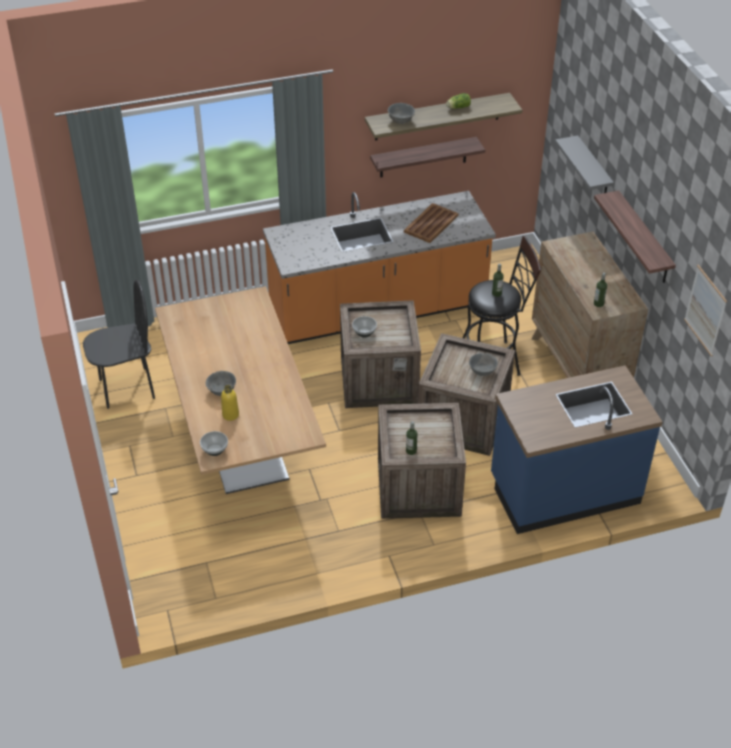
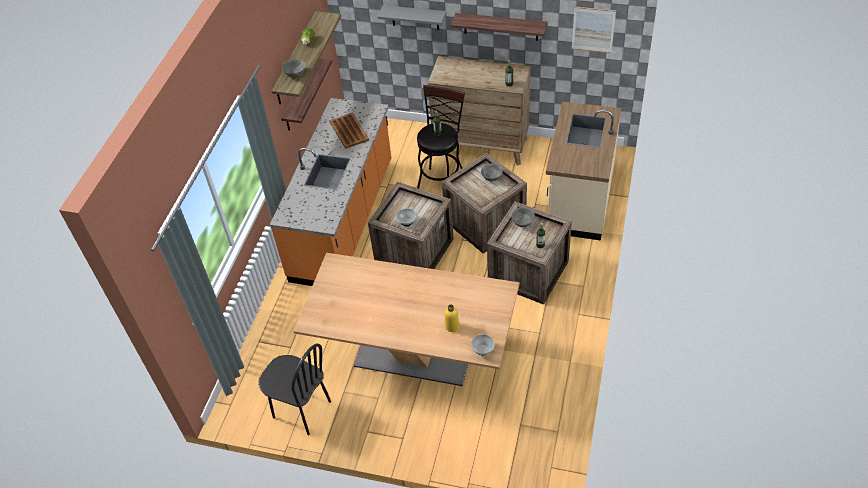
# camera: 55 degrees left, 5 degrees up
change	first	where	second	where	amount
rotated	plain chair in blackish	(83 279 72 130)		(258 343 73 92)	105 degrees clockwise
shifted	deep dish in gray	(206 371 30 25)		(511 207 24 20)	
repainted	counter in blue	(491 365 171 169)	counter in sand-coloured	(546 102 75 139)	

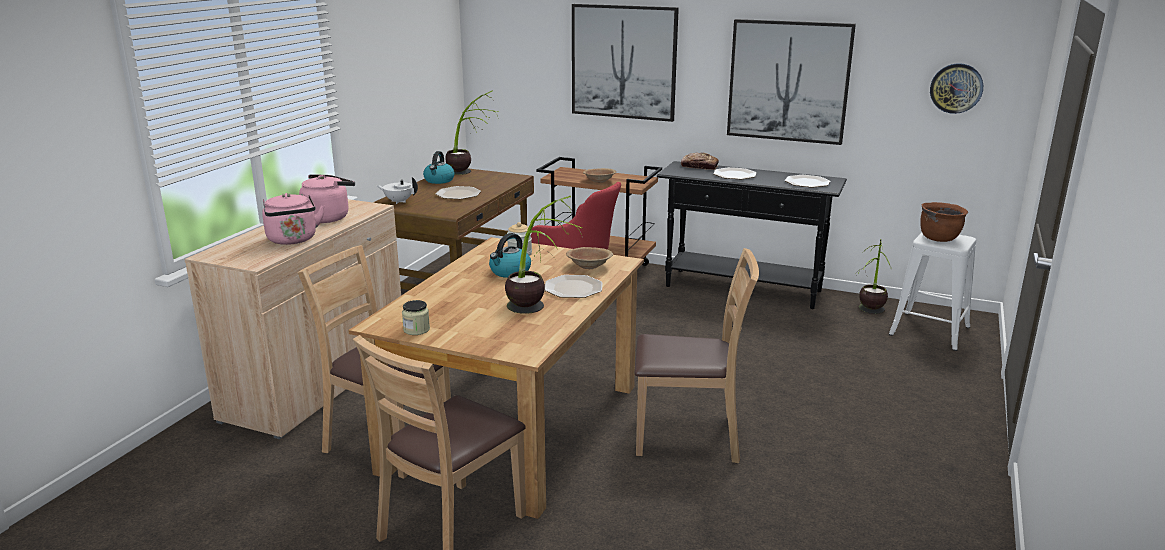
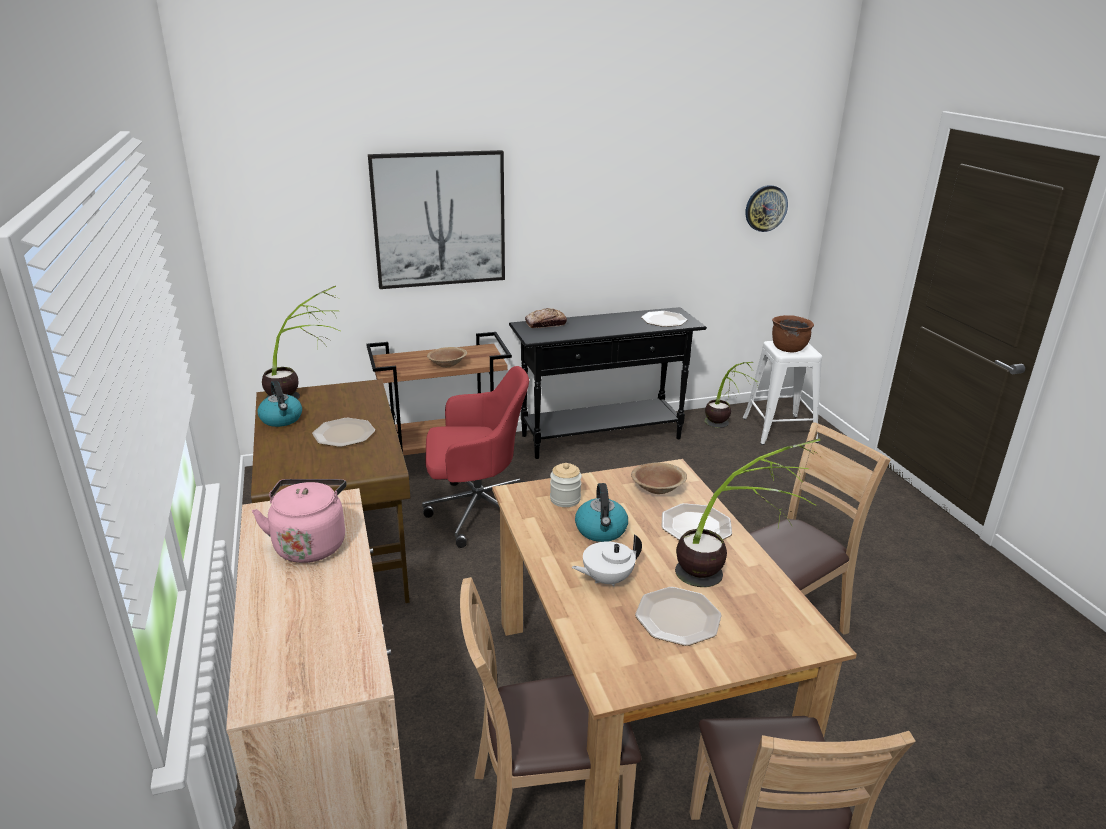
# camera: 40 degrees left, 5 degrees up
change	first	where	second	where	amount
shifted	pot for tea in white-coloured	(377 177 41 27)		(572 534 70 53)	
shifted	dinner plate	(713 167 43 12)		(635 587 87 59)	
gone	water kettle in pink	(262 193 63 52)			
gone	storage jar	(402 300 28 35)			
gone	wall art	(727 19 129 126)			

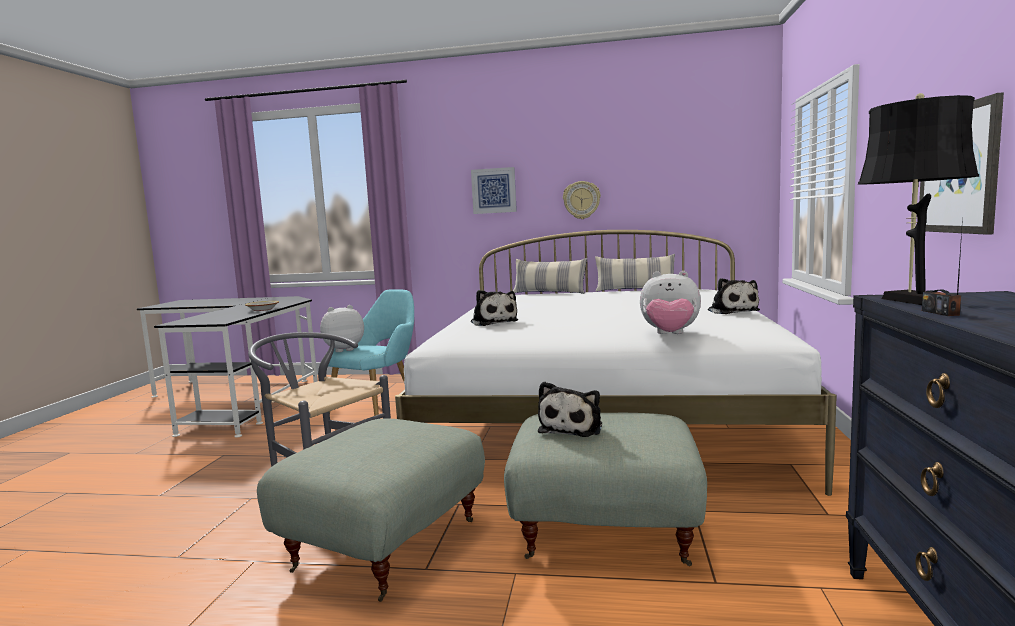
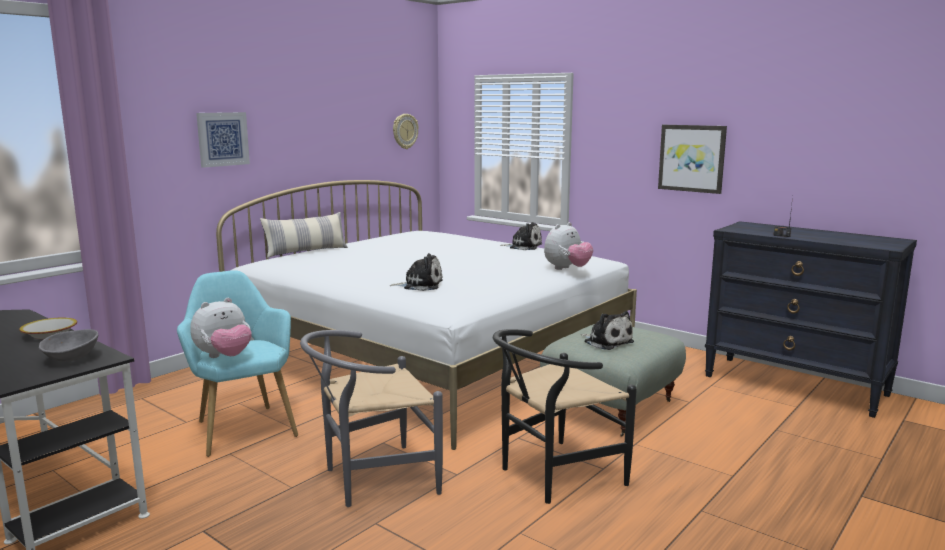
# camera: 60 degrees left, 5 degrees up
change	first	where	second	where	amount
new			deep dish in gray	(39 329 59 33)	
rotated	soft toy	(320 305 44 47)		(190 298 62 60)	135 degrees counterclockwise
shifted	hanging clock	(563 181 38 38)		(393 114 26 35)	
swapped	pouffe in gray	(257 418 228 184)	plain chair in blackish	(493 329 144 175)	
gone	throw pillow	(595 254 80 38)			
gone	table lamp in blackish	(858 93 121 212)			

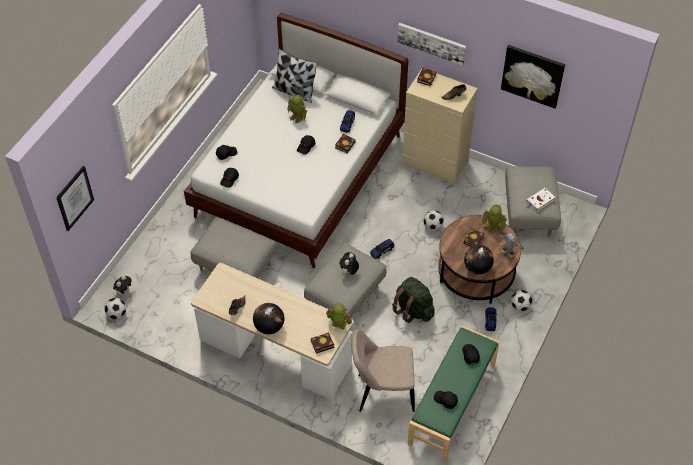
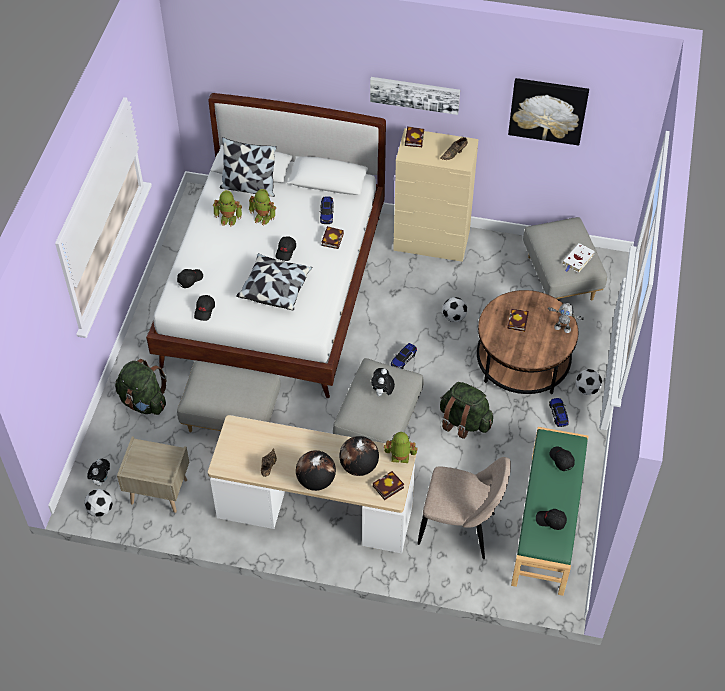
# camera: 15 degrees left, 0 degrees up
change	first	where	second	where	amount
new			rucksack in green-coloured	(115 359 52 56)	
new			nightstand in sand-coloured	(117 437 72 76)	
shifted	robot figure	(482 205 25 29)		(213 190 29 36)	
new			throw pillow	(236 253 76 57)	
shifted	world globe	(464 245 30 29)		(339 436 40 40)	
rotated	plain chair in sand-coloured	(352 329 63 83)		(417 457 94 102)	150 degrees counterclockwise
gone	wall art	(56 166 38 65)			

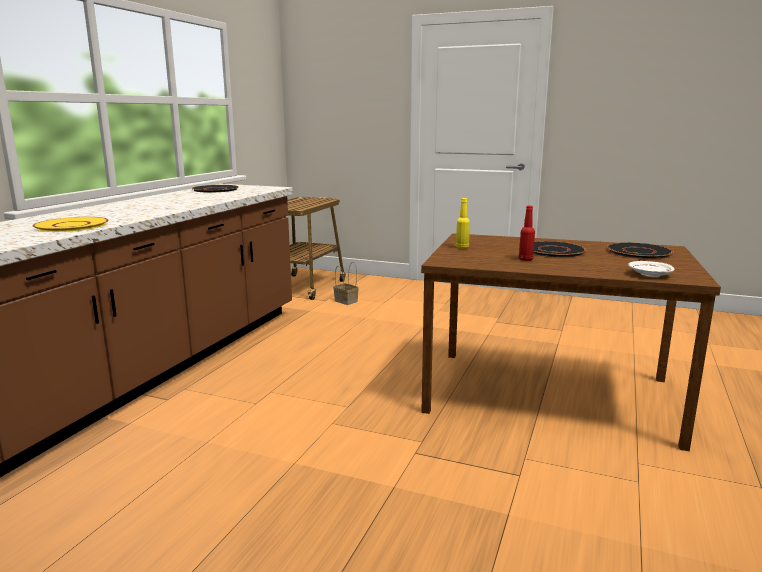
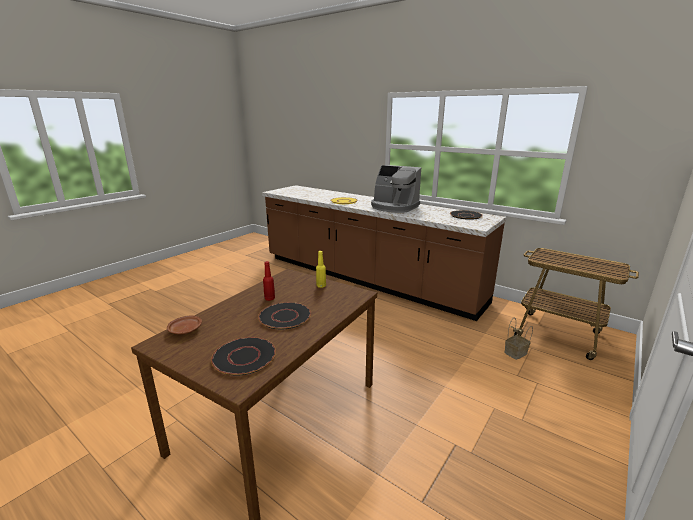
# camera: 105 degrees right, 5 degrees up
change	first	where	second	where	amount
repainted	dinner plate in white-coloured	(628 261 46 16)	dinner plate in brown	(167 315 35 20)	
new			coffee machine	(371 165 50 48)	

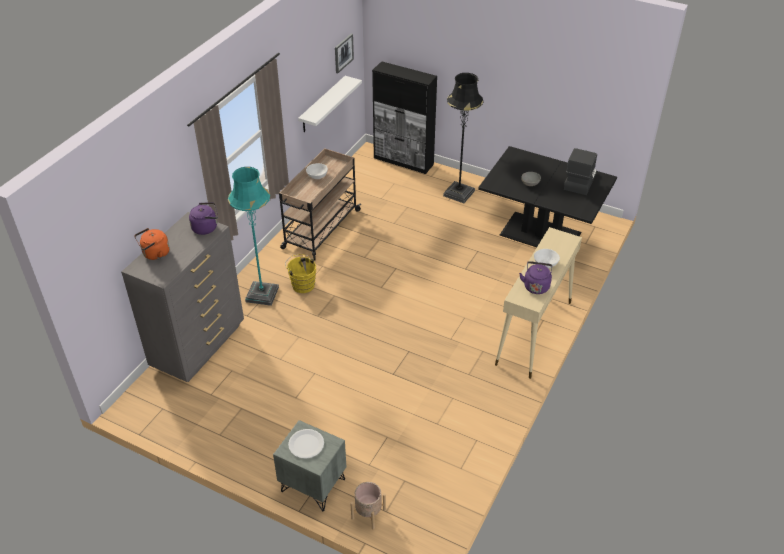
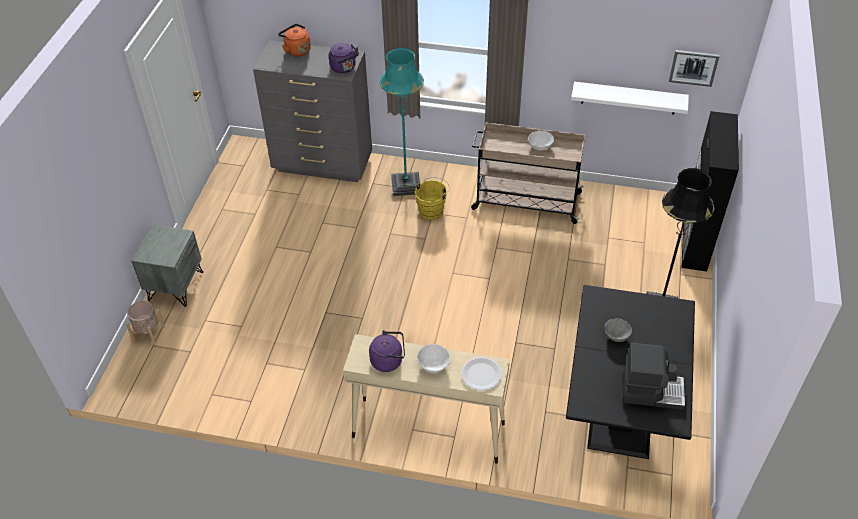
# camera: 75 degrees right, 5 degrees up
change	first	where	second	where	amount
shifted	dinner plate in white-coloured	(288 429 36 30)		(461 357 41 34)	

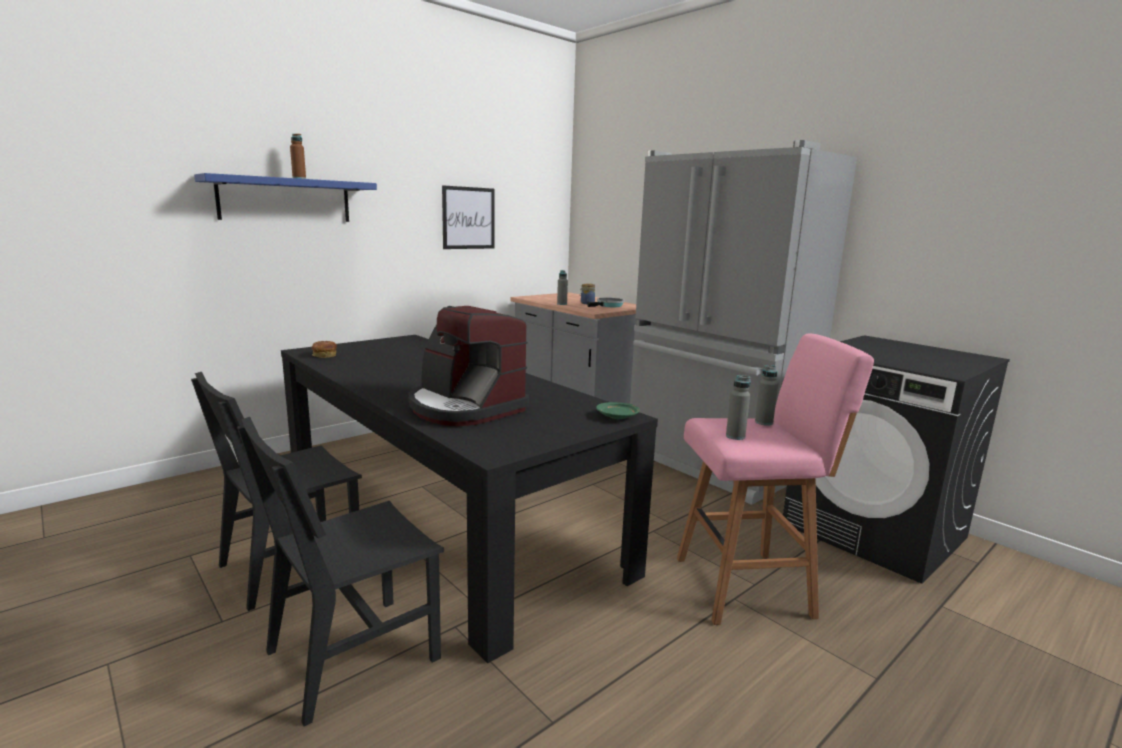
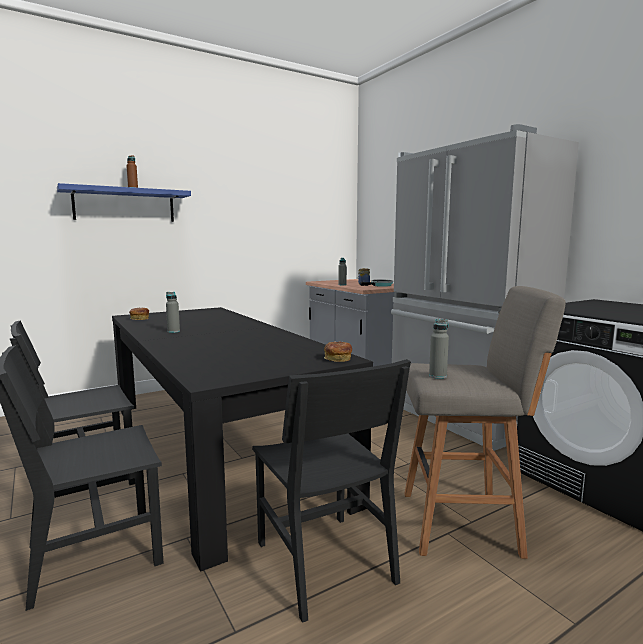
# camera: 10 degrees right, 5 degrees down
change	first	where	second	where	amount
shifted	drink bottle in gray	(755 365 23 61)		(166 292 14 41)	
new			plain chair in blackish	(252 359 159 264)	
swapped	dinner plate in green-coloured	(596 402 44 17)	bread	(324 341 28 21)	
repainted	stool in pink	(677 334 197 291)	stool in gray	(404 286 162 273)	
gone	coffee machine	(408 306 121 120)			
gone	wall art	(442 185 53 64)			

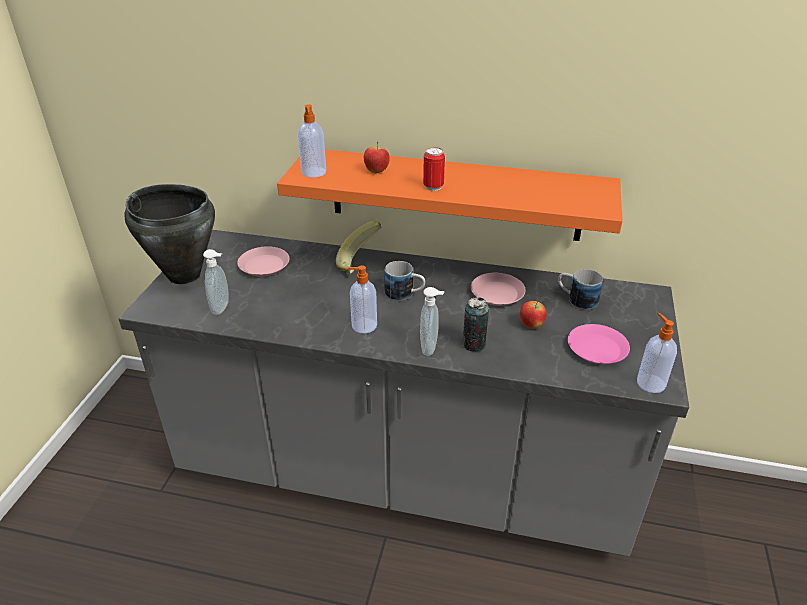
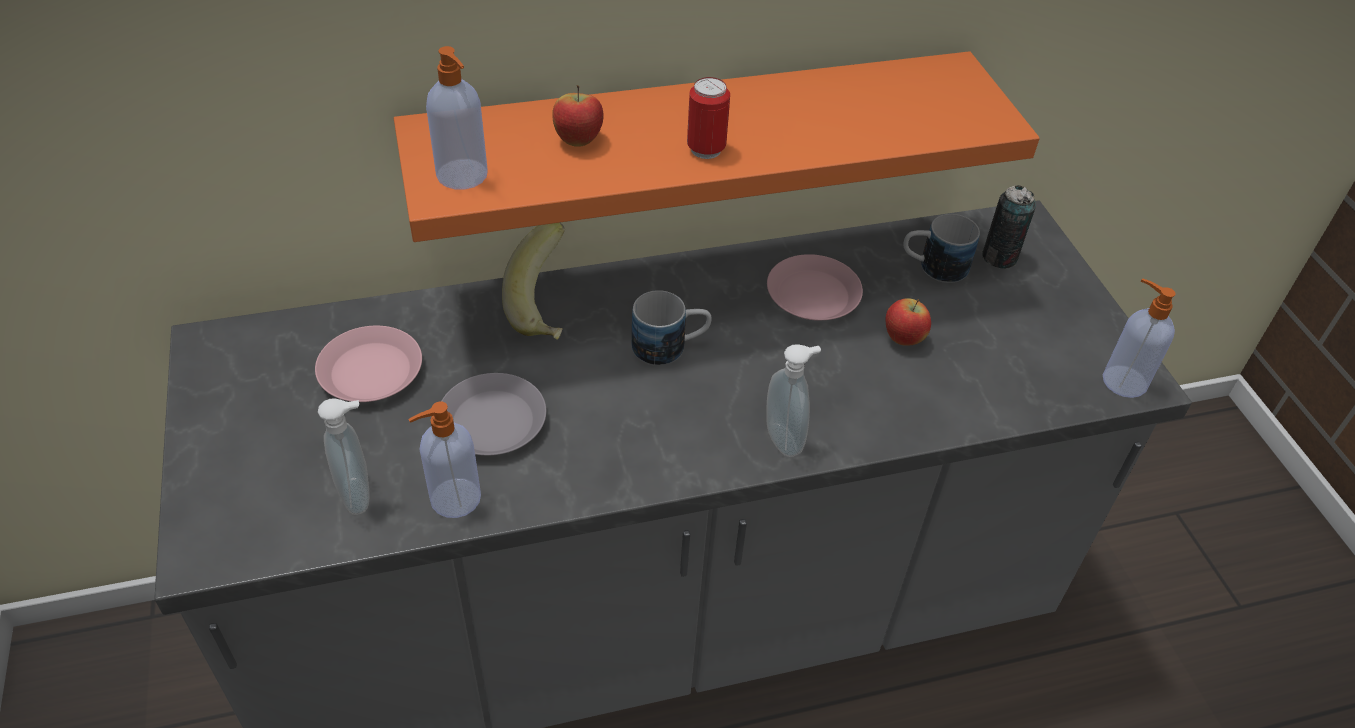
# camera: 30 degrees left, 10 degrees up
change	first	where	second	where	amount
shifted	liquid soap bottle	(346 265 31 68)		(408 401 73 117)	
new			dinner plate in gray	(441 373 105 83)	
shifted	can	(462 297 27 55)		(982 185 54 84)	
gone	stockpot in blackish	(124 184 91 100)			
gone	dinner plate in pink	(568 324 62 40)			

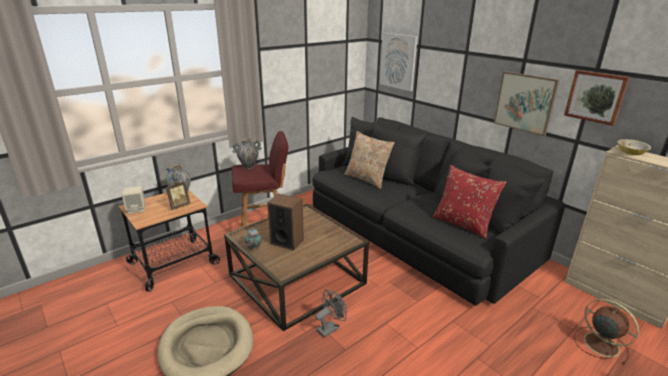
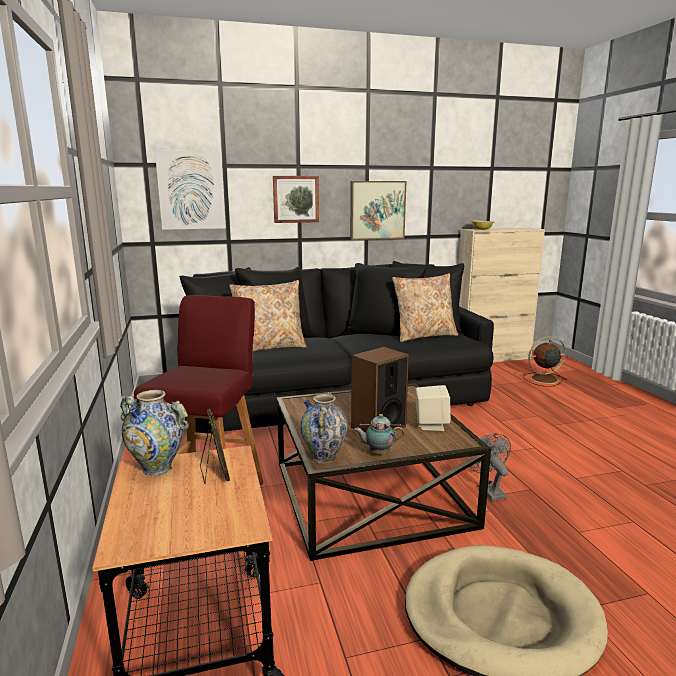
# camera: 65 degrees left, 10 degrees down
change	first	where	second	where	amount
shifted	wall art	(564 70 66 56)		(273 176 46 47)	
shifted	decorative vase	(232 138 30 31)		(300 392 48 72)	
repainted	throw pillow in reddish	(433 165 73 74)	throw pillow in sand-coloured	(392 273 66 69)	
shifted	loudspeaker in sand-coloured	(122 186 23 28)		(415 385 36 46)	

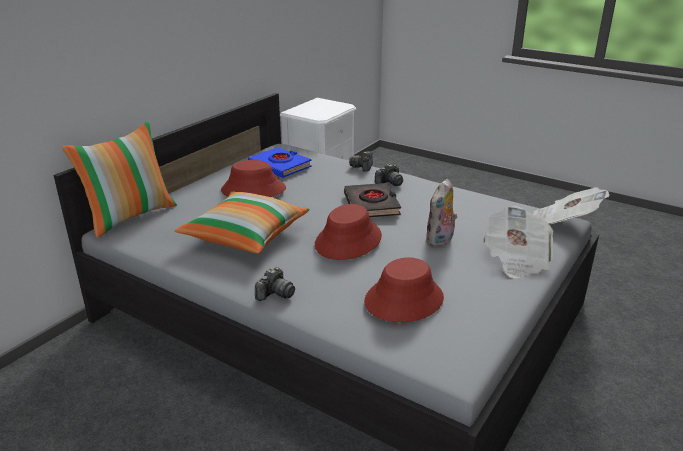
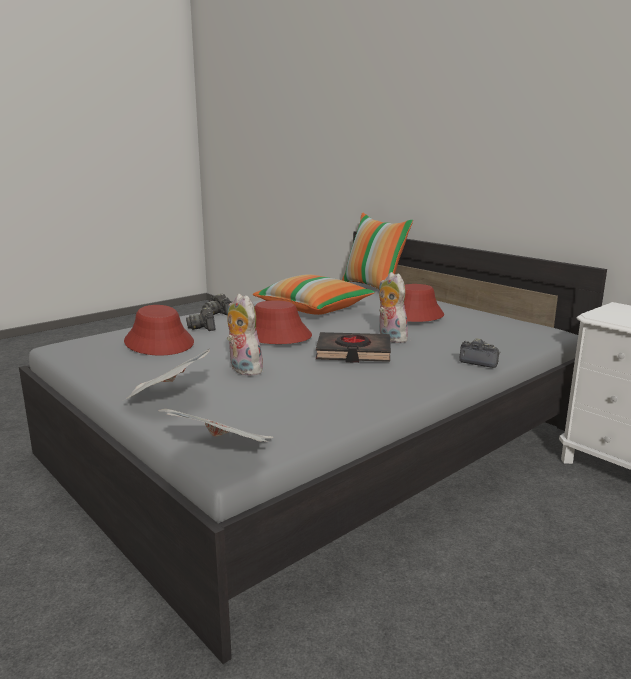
# camera: 105 degrees right, 10 degrees down
change	first	where	second	where	amount
shifted	still camera	(375 164 28 22)		(186 307 29 24)	
new			soft toy	(379 272 29 71)	
gone	volume in blue	(248 147 64 31)			

